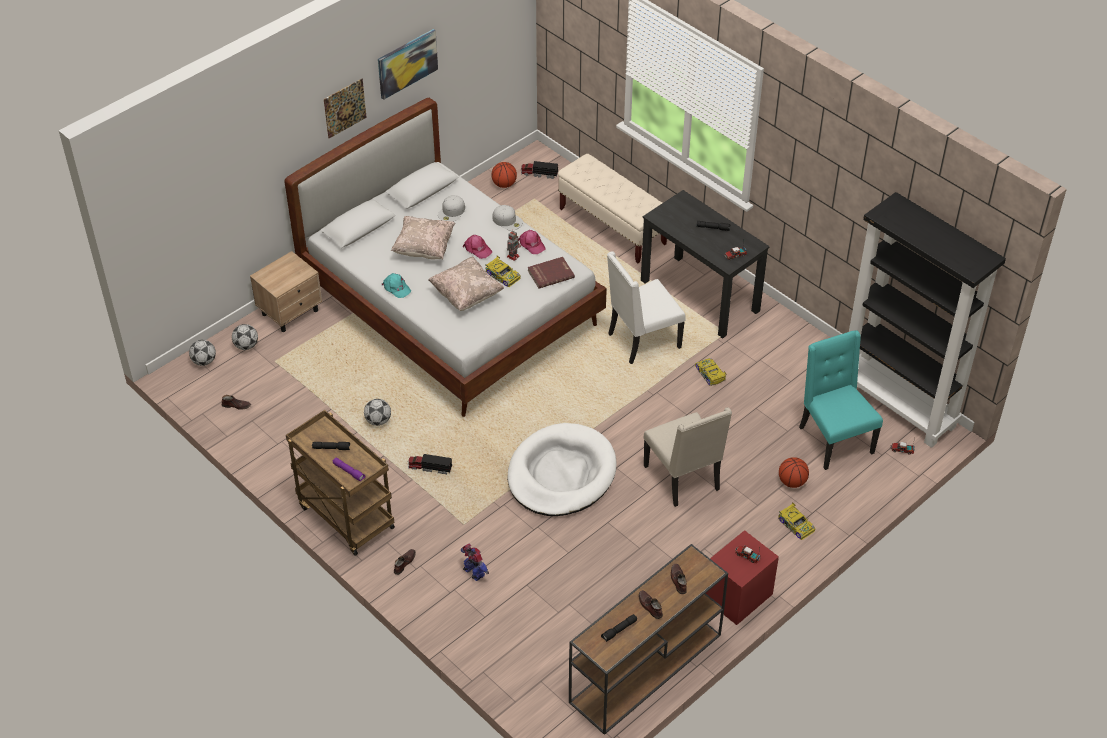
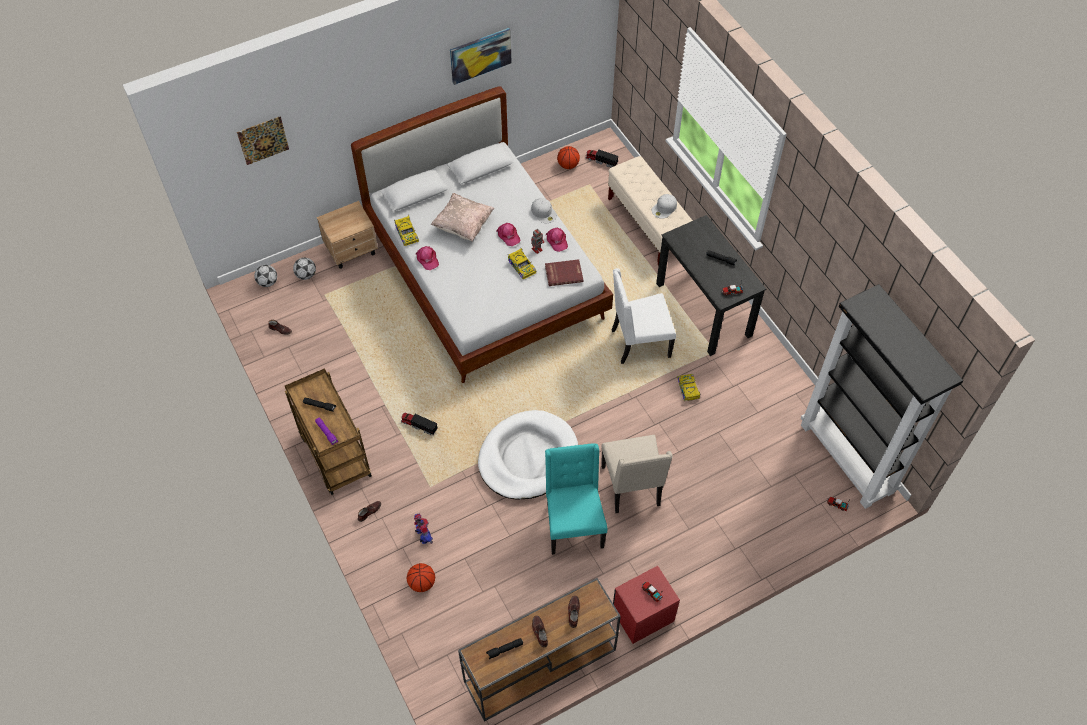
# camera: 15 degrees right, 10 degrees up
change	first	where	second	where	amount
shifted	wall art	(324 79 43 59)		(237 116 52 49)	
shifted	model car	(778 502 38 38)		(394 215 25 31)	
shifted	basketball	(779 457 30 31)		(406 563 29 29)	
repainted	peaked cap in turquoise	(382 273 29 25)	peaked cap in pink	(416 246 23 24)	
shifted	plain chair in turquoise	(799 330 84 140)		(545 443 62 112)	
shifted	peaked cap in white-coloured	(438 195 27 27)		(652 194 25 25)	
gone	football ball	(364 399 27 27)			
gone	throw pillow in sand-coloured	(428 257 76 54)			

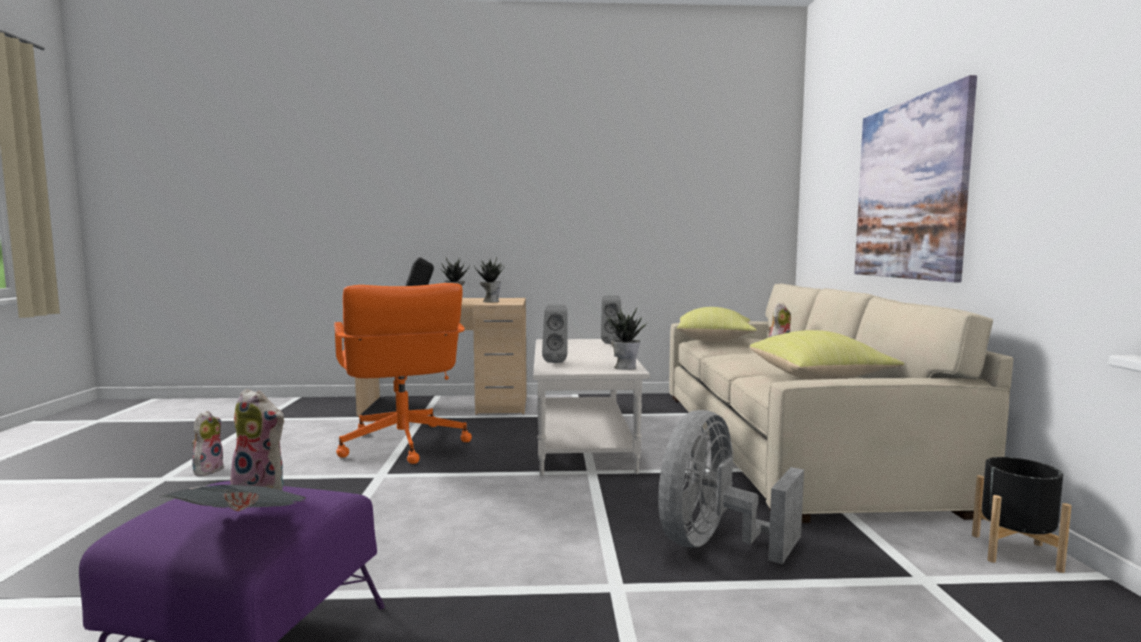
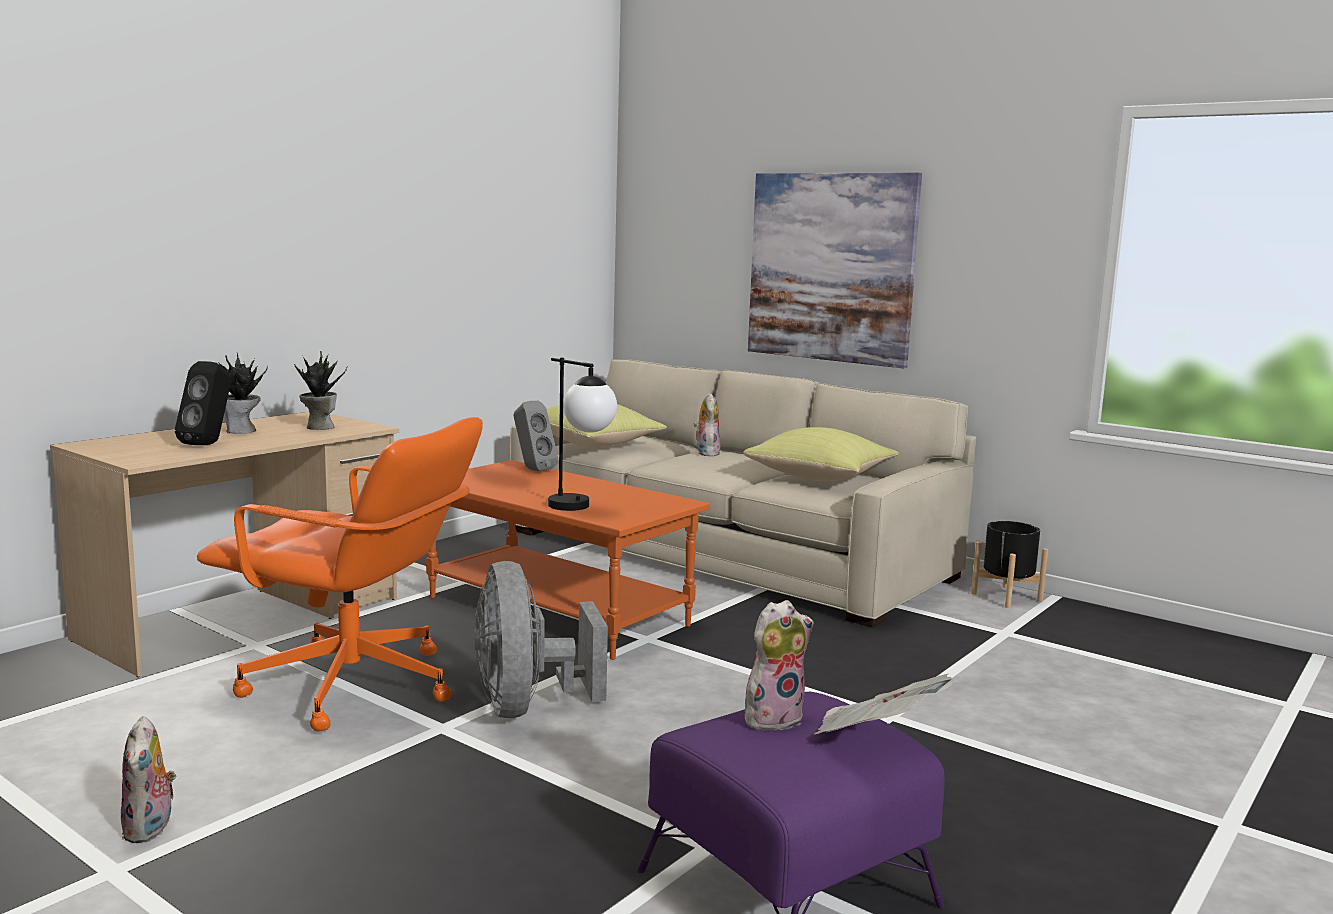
# camera: 50 degrees left, 5 degrees up
change	first	where	second	where	amount
rotated	soft toy	(192 411 33 65)		(121 716 55 127)	150 degrees counterclockwise
repainted	low table in white-coloured	(533 339 117 137)	low table in orange	(426 460 284 200)	
shifted	cooling fan in gray	(658 410 146 154)		(473 561 135 157)	
swapped	loudspeaker in gray	(542 304 25 59)	table lamp	(548 358 69 153)	
gone	plant in a pot	(607 308 41 62)			

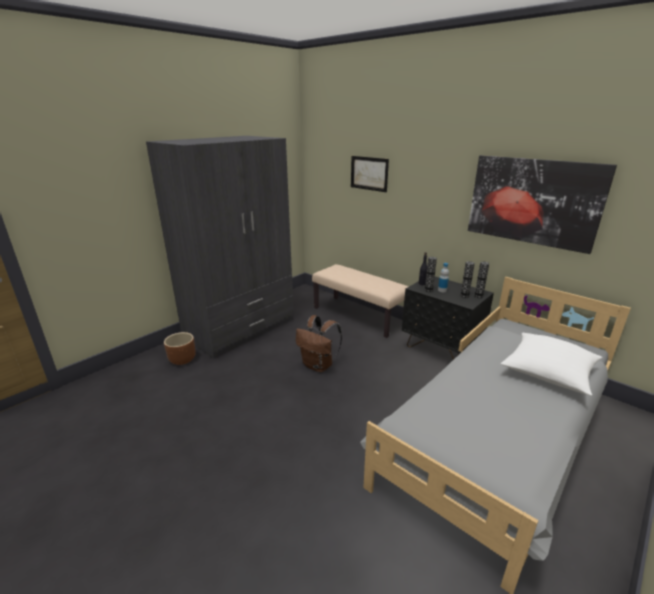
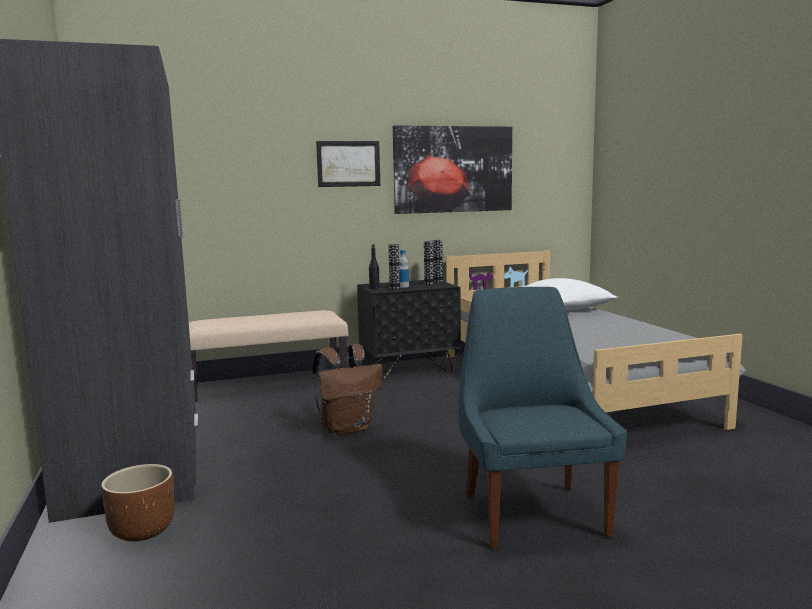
# camera: 60 degrees left, 15 degrees down
change	first	where	second	where	amount
shifted	wall art	(351 156 38 36)		(316 141 64 46)	
new			plain chair in blue	(458 287 169 262)	

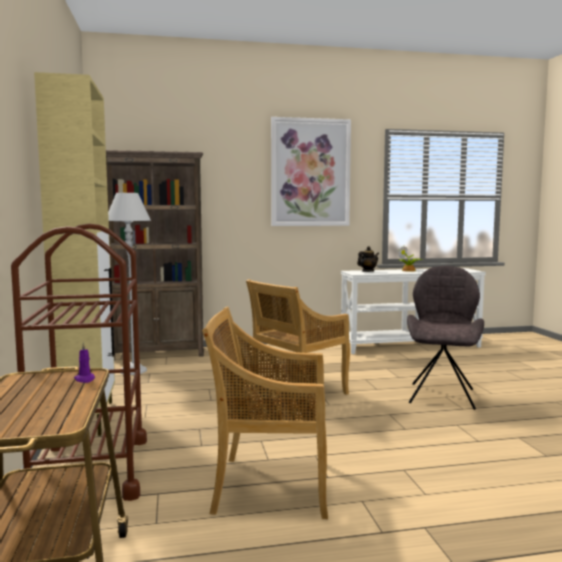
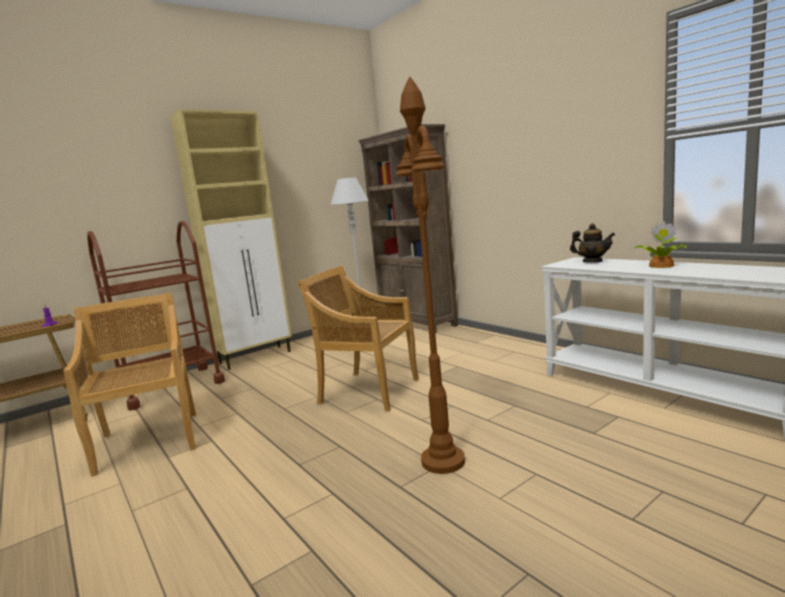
# camera: 65 degrees right, 5 degrees up
change	first	where	second	where	amount
swapped	plain chair in gray	(407 266 77 144)	standing lamp in brown	(395 77 70 397)	
gone	wall art	(271 117 80 109)			

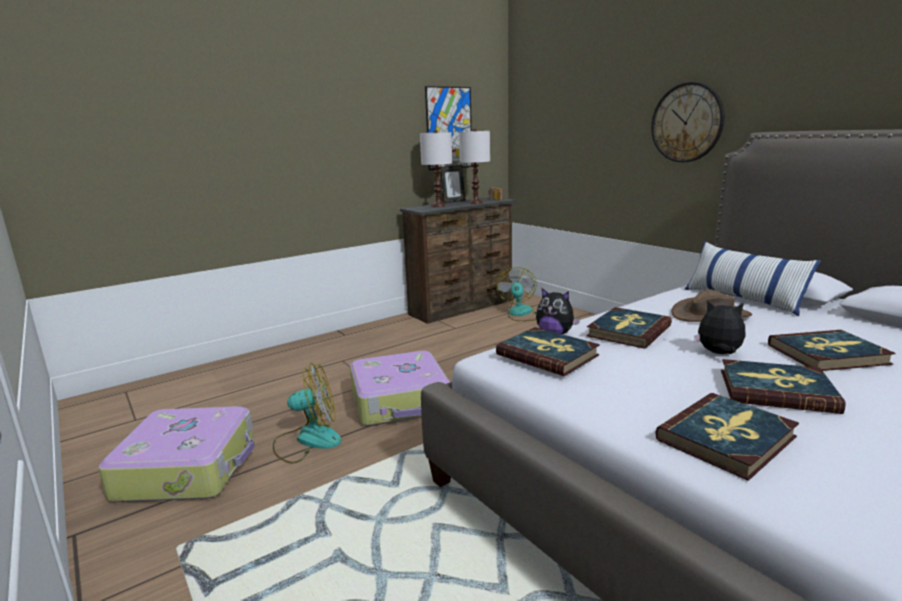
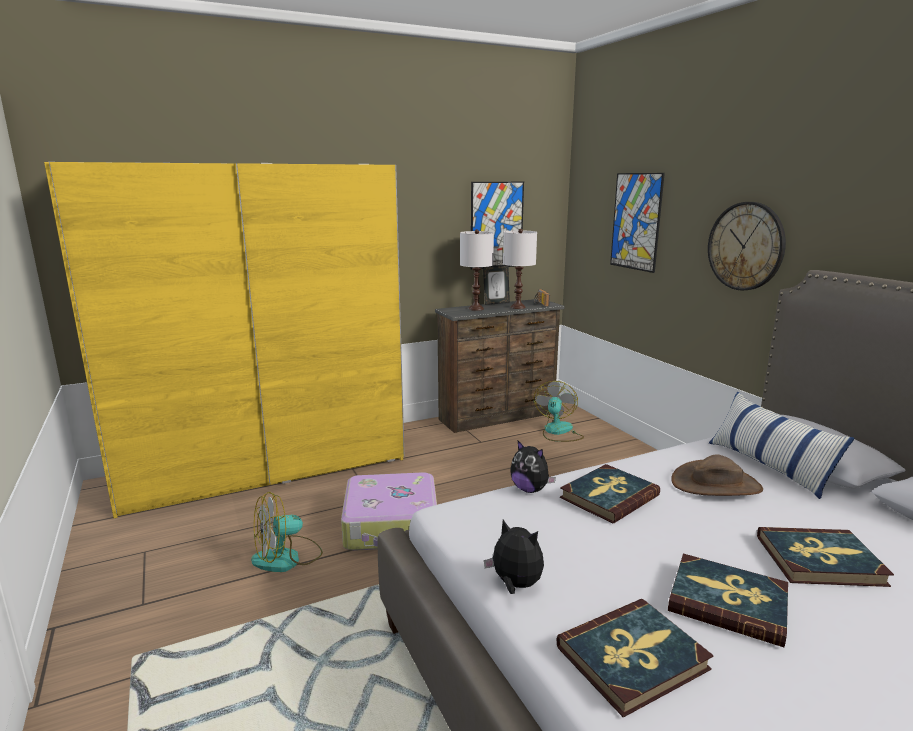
# camera: 10 degrees right, 0 degrees up
change	first	where	second	where	amount
new			armoire in yellow	(44 162 361 356)	
rotated	cooling fan	(273 363 68 100)		(251 492 72 80)	150 degrees clockwise
shifted	soft toy	(694 301 52 53)		(484 520 60 74)	
new			wall art	(610 173 55 100)	
gone	travel case	(98 406 157 96)			
gone	volume	(496 327 104 49)			

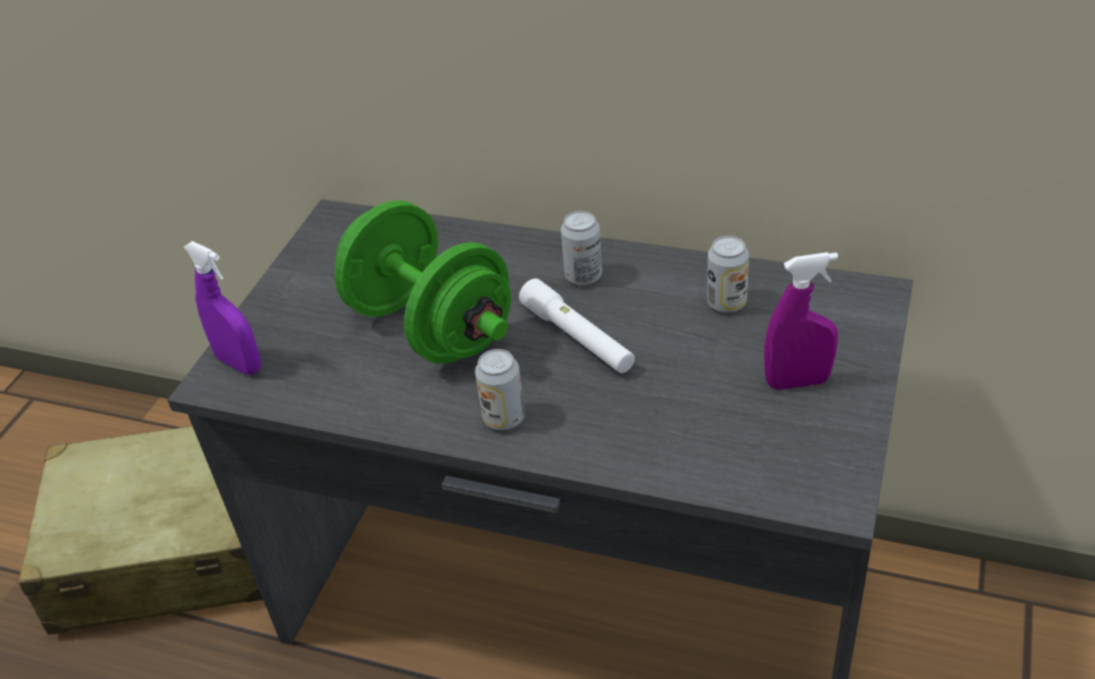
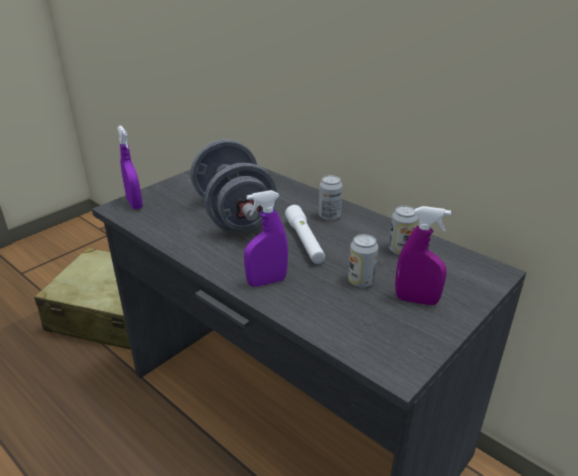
# camera: 20 degrees right, 10 degrees down
change	first	where	second	where	amount
repainted	dumbbell in green-coloured	(335 200 176 164)	dumbbell in gray	(190 139 87 93)	
new			sprayer in purple	(244 190 44 97)	
shifted	can	(475 349 50 81)		(348 234 30 54)	

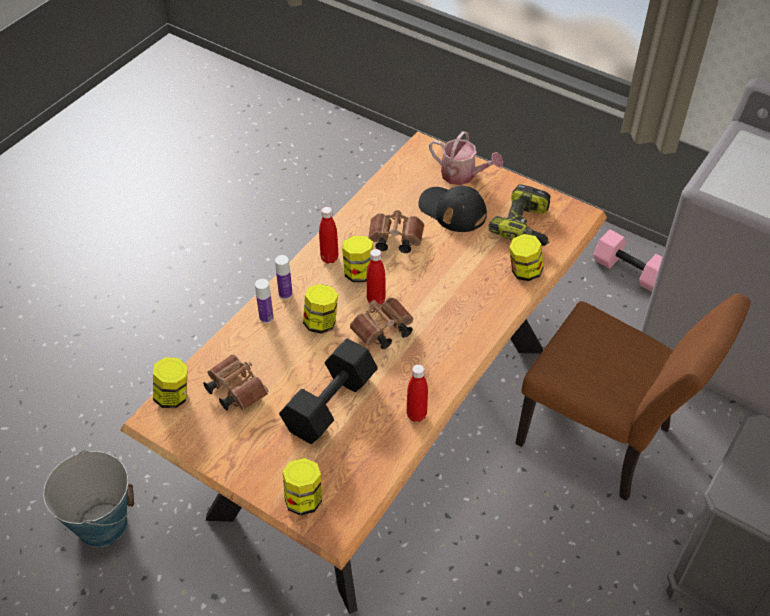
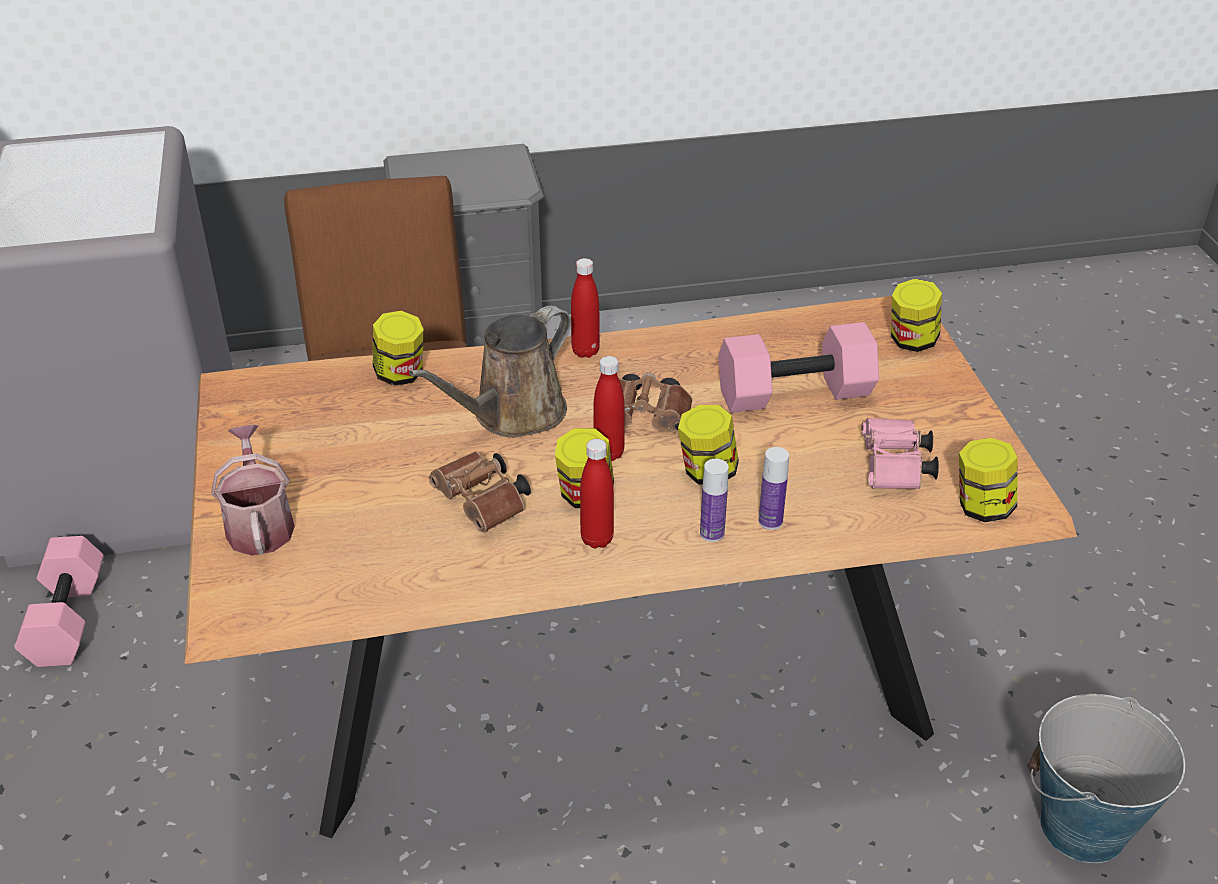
# camera: 135 degrees left, 10 degrees down
change	first	where	second	where	amount
new			watering pot in brown	(409 306 162 132)	
shifted	drink bottle in reddish	(407 364 21 58)		(571 258 29 100)	
repainted	dumbbell in blackish	(279 338 99 106)	dumbbell in pink	(718 322 161 91)	
repainted	field glasses in brown	(203 354 65 57)	field glasses in pink	(861 418 78 71)	
gone	peaked cap in blackish	(418 186 69 46)			
gone	drill	(488 184 63 62)			

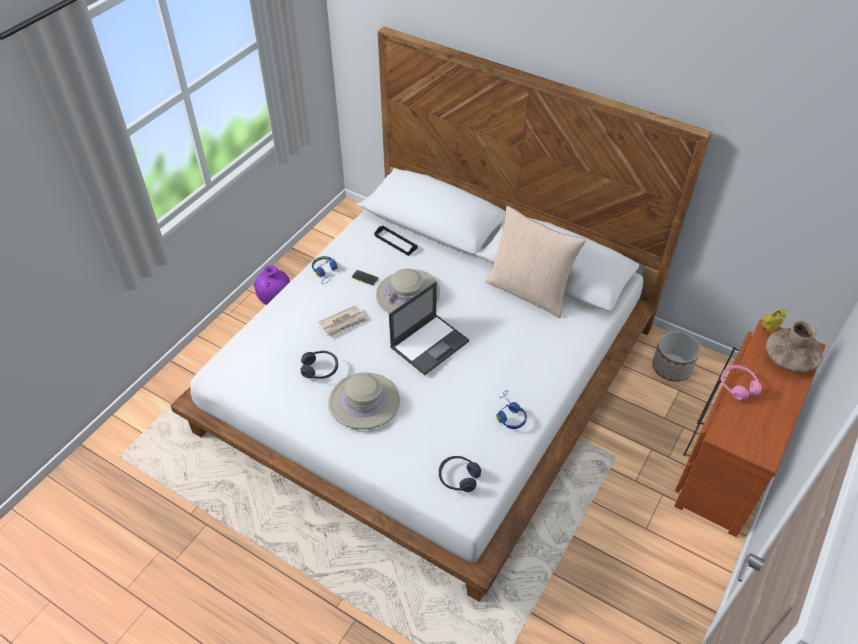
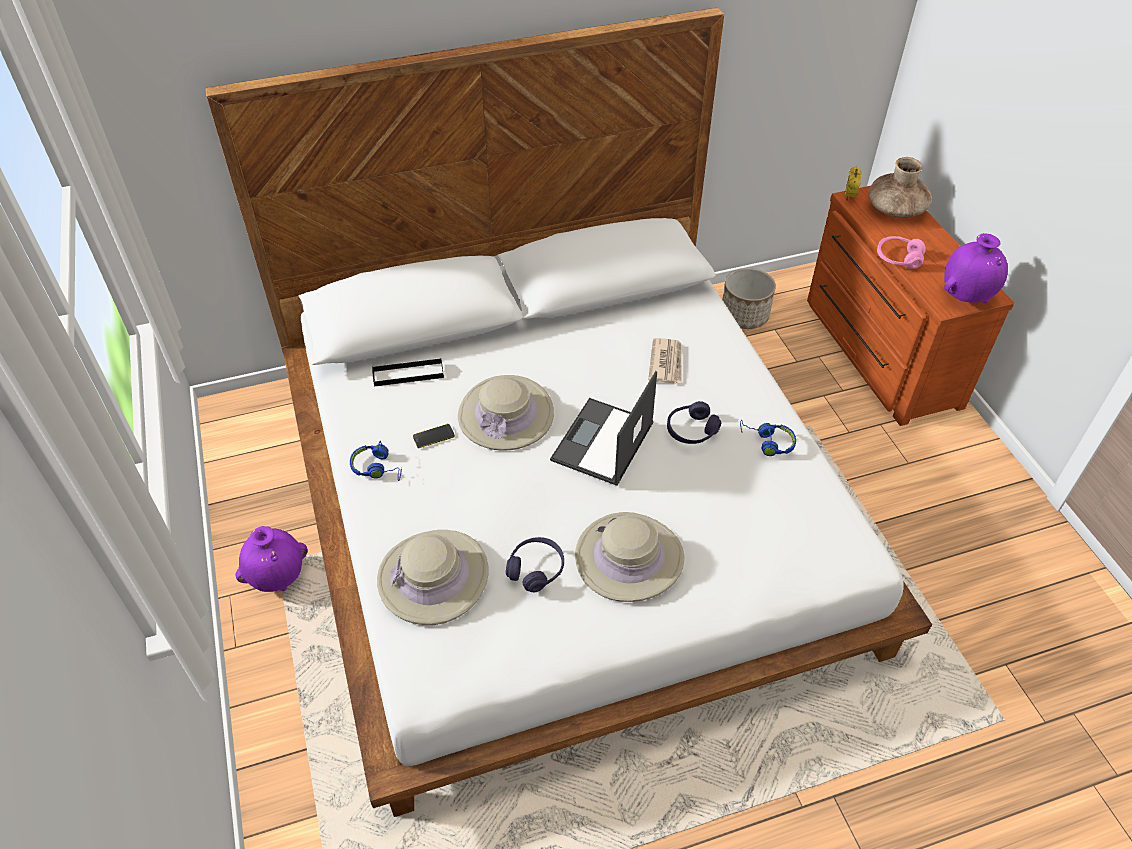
# camera: 50 degrees left, 0 degrees up
change	first	where	second	where	amount
new			hat in sand-coloured	(377 530 112 95)	
rotated	portable computer	(389 281 80 94)		(550 371 107 115)	150 degrees counterclockwise
shifted	printed paper	(319 305 48 32)		(648 338 34 46)	
shifted	pair of headphones in purple	(439 456 42 36)		(667 401 54 43)	
new			decorative vase in purple	(944 233 64 70)	
gone	throw pillow in sand-coloured	(485 206 101 112)			

